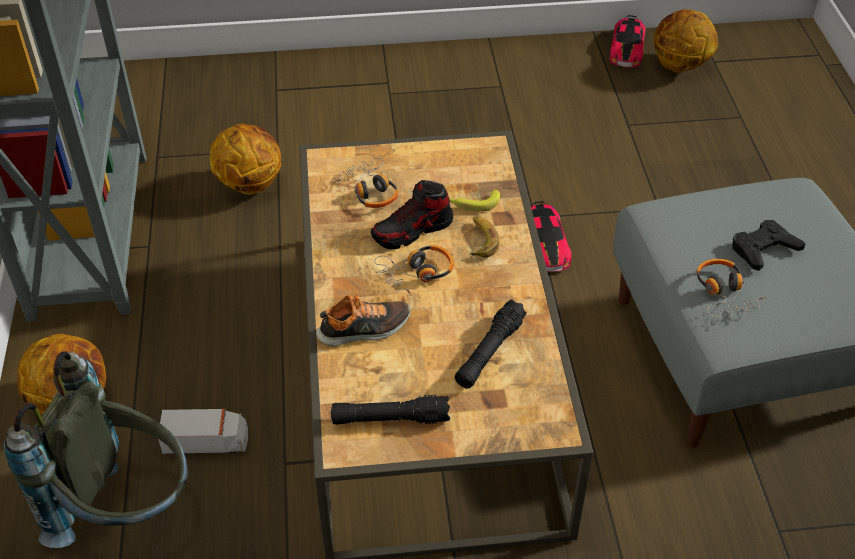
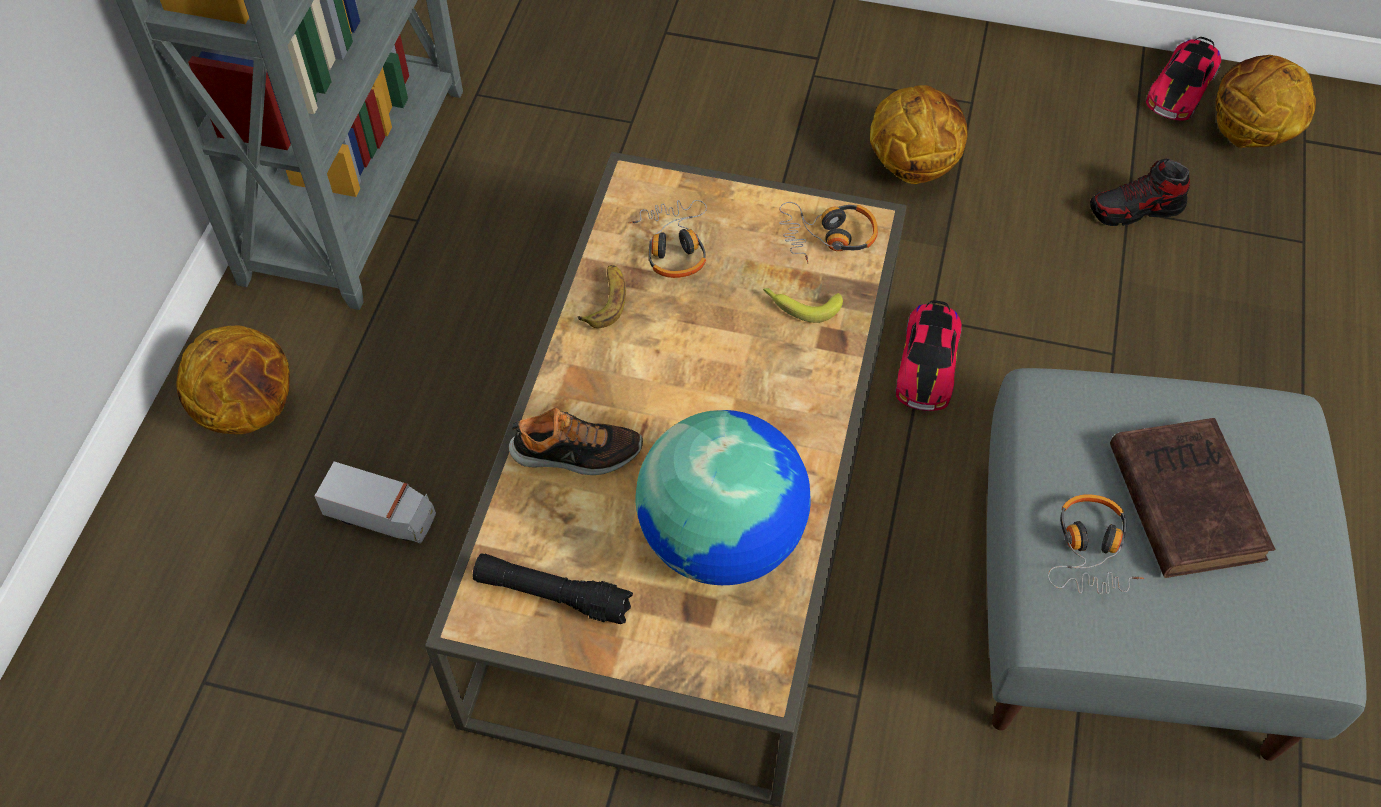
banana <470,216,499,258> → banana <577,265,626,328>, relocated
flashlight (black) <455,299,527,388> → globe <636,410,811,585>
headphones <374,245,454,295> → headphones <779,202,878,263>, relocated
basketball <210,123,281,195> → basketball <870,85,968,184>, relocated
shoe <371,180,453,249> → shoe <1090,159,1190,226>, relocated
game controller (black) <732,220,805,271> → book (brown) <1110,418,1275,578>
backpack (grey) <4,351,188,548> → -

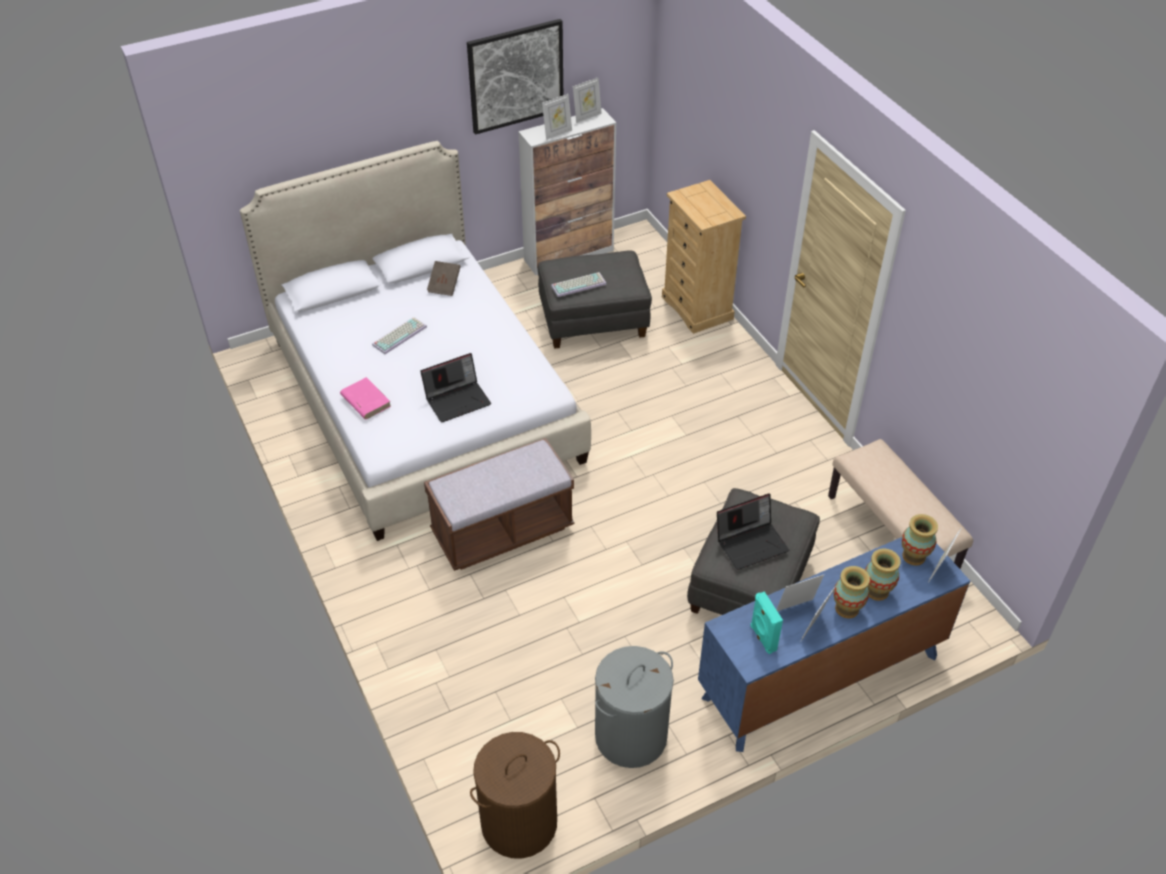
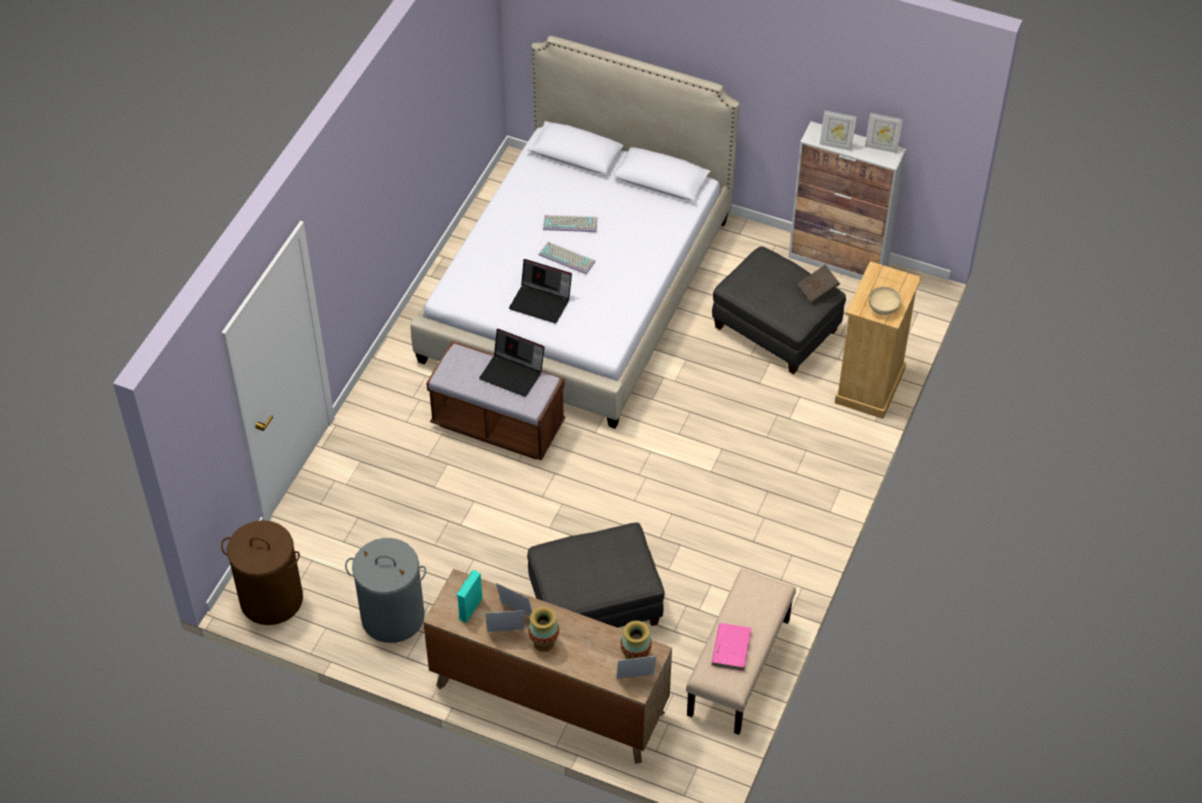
dresser (blue) <698,537,970,752> → dresser (brown) <423,569,672,764>
laptop <717,493,789,570> → laptop <479,329,544,397>, relocated
keyboard <551,272,607,297> → keyboard <539,242,595,274>, relocated
book (pink) <340,377,391,419> → book (pink) <711,623,752,672>, relocated
book (brown) <427,261,461,296> → book (brown) <798,265,840,304>, relocated
- → bowl (beige) <869,287,901,315>
picture <467,19,563,135> → -
vase <865,548,901,601> → -

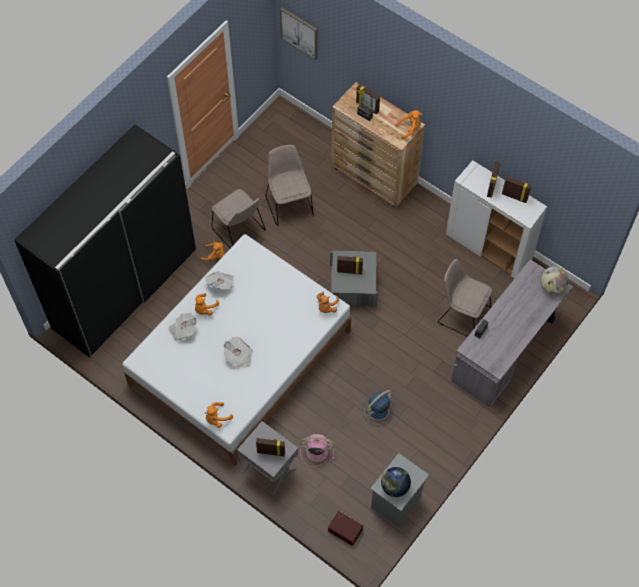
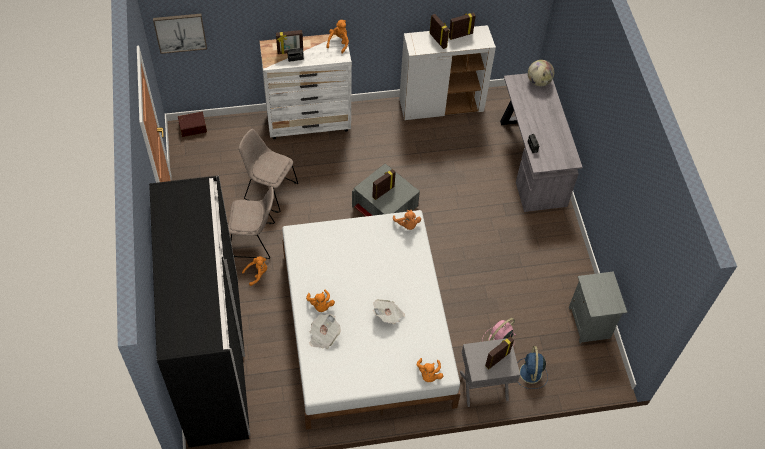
storage box (brown) <328,510,363,546> → storage box (brown) <178,111,207,137>, relocated
dresser (brown) <331,82,425,207> → dresser (white) <260,34,352,139>
fan (blue) <362,390,395,427> → fan (blue) <517,346,548,389>, relocated
newspaper <205,271,234,290> → -
globe <381,467,411,497> → -
chair (beige) <438,259,492,337> → -

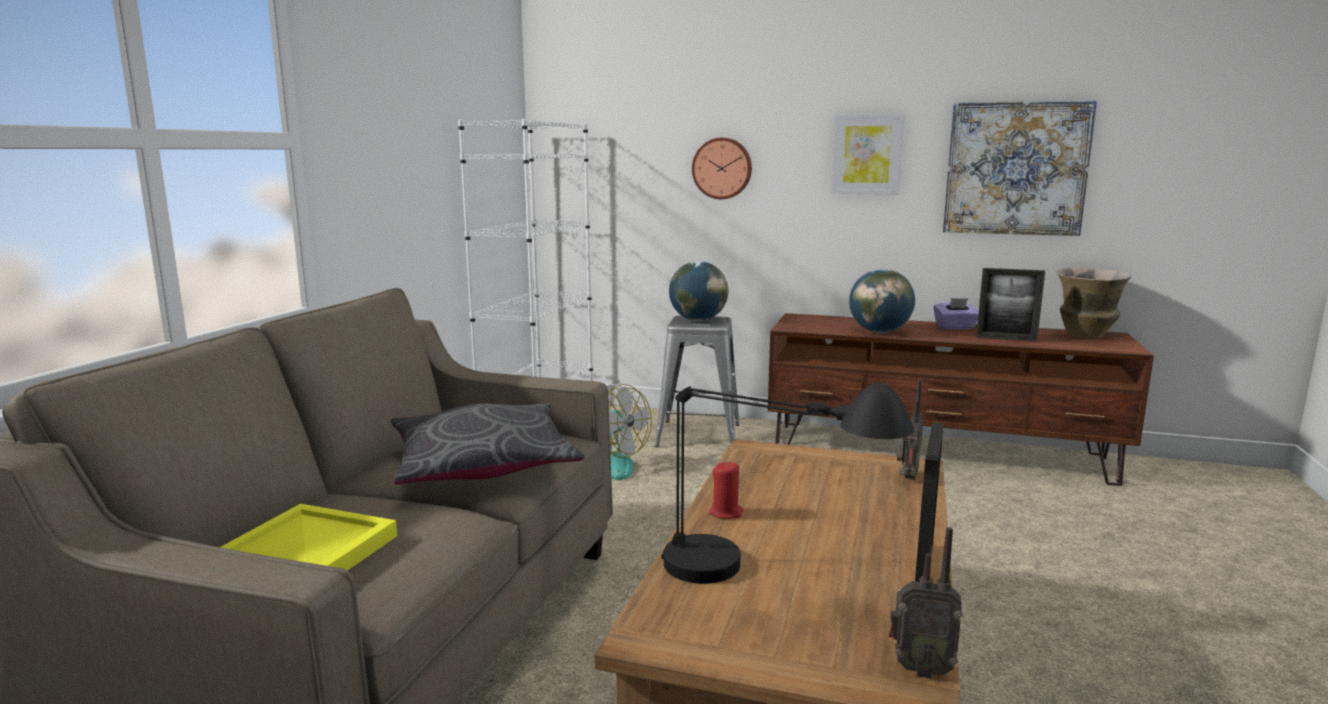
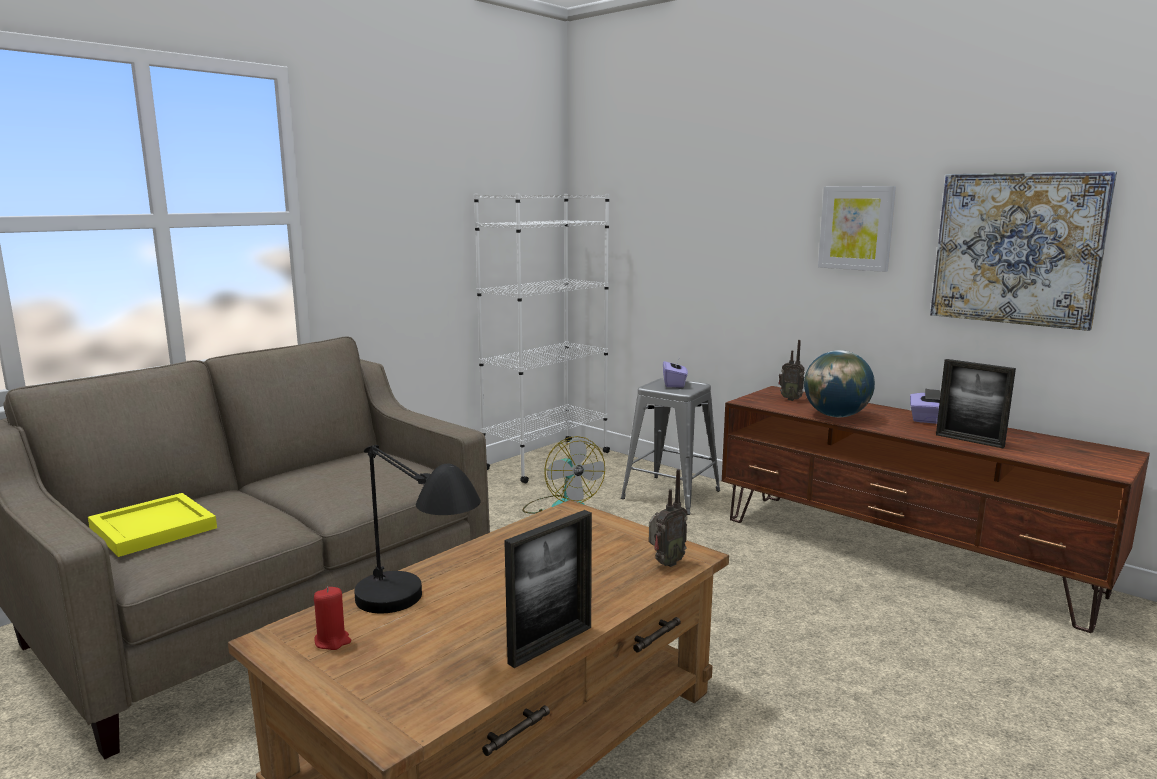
candle (red) <709,461,743,519> → candle (red) <314,587,351,650>, relocated
globe <669,261,728,321> → tissue box (purple) <663,357,688,387>
radio <889,527,963,679> → radio <778,340,805,401>, relocated
pillow (grey) <391,403,585,484> → -
wall clock <692,138,752,199> → -
vase <1057,267,1132,339> → -

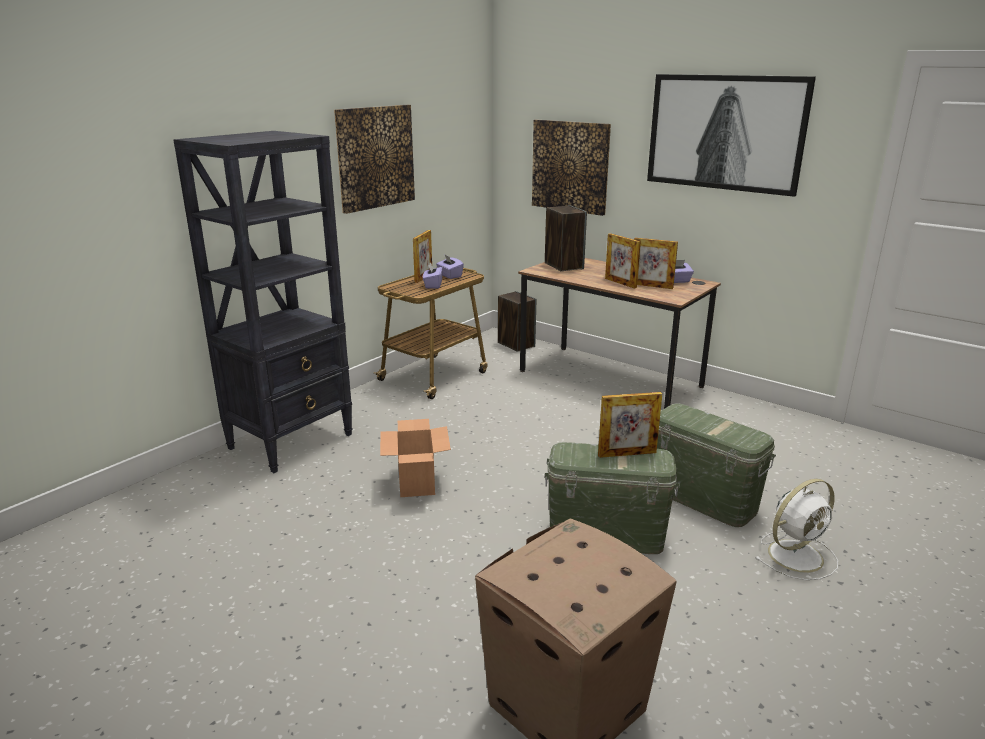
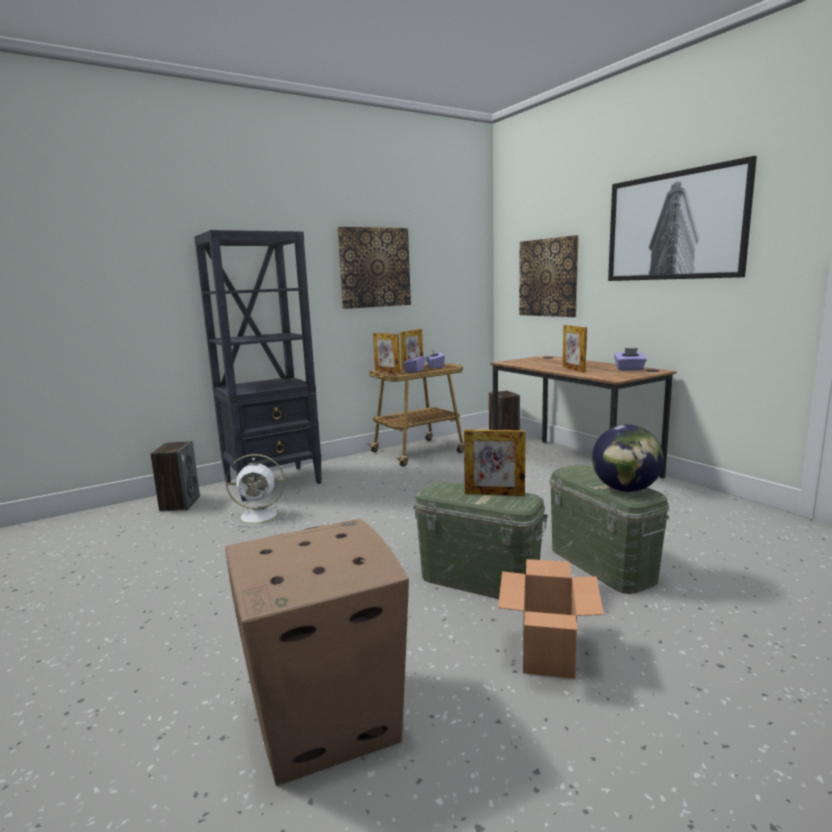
speaker <545,205,587,272> → speaker <151,441,200,512>, relocated
fan (white) <755,479,838,580> → fan (white) <226,454,289,527>, relocated
picture frame <634,238,678,289> → picture frame <373,333,400,373>, relocated
cardboard box <380,419,451,497> → cardboard box <498,559,604,679>, relocated
- → globe <592,425,664,492>

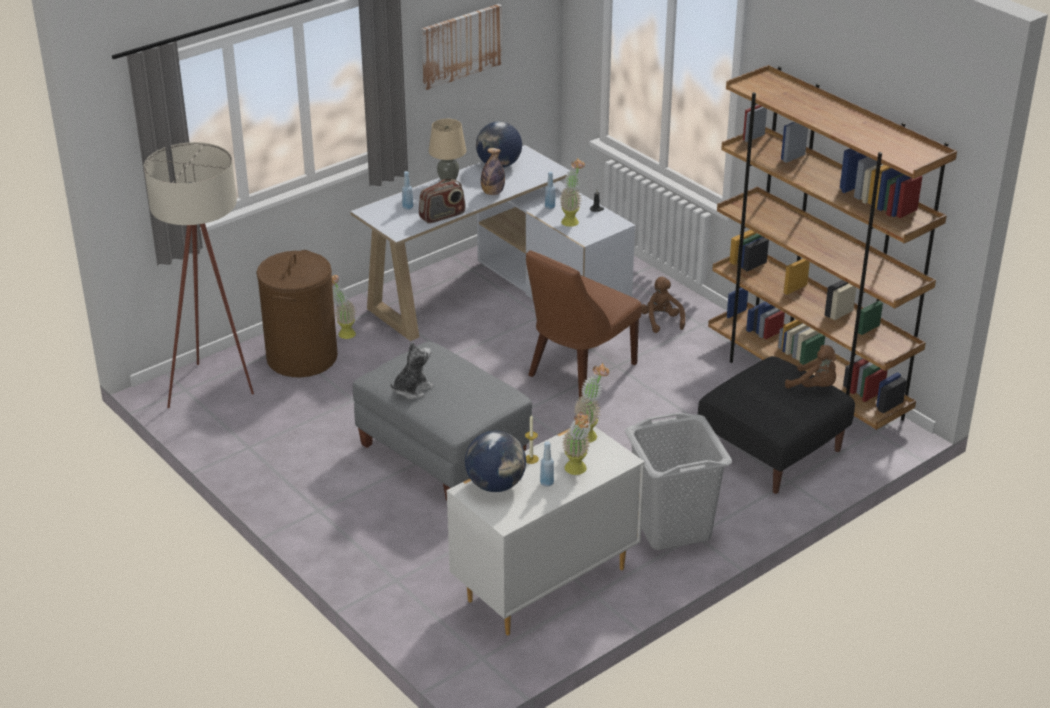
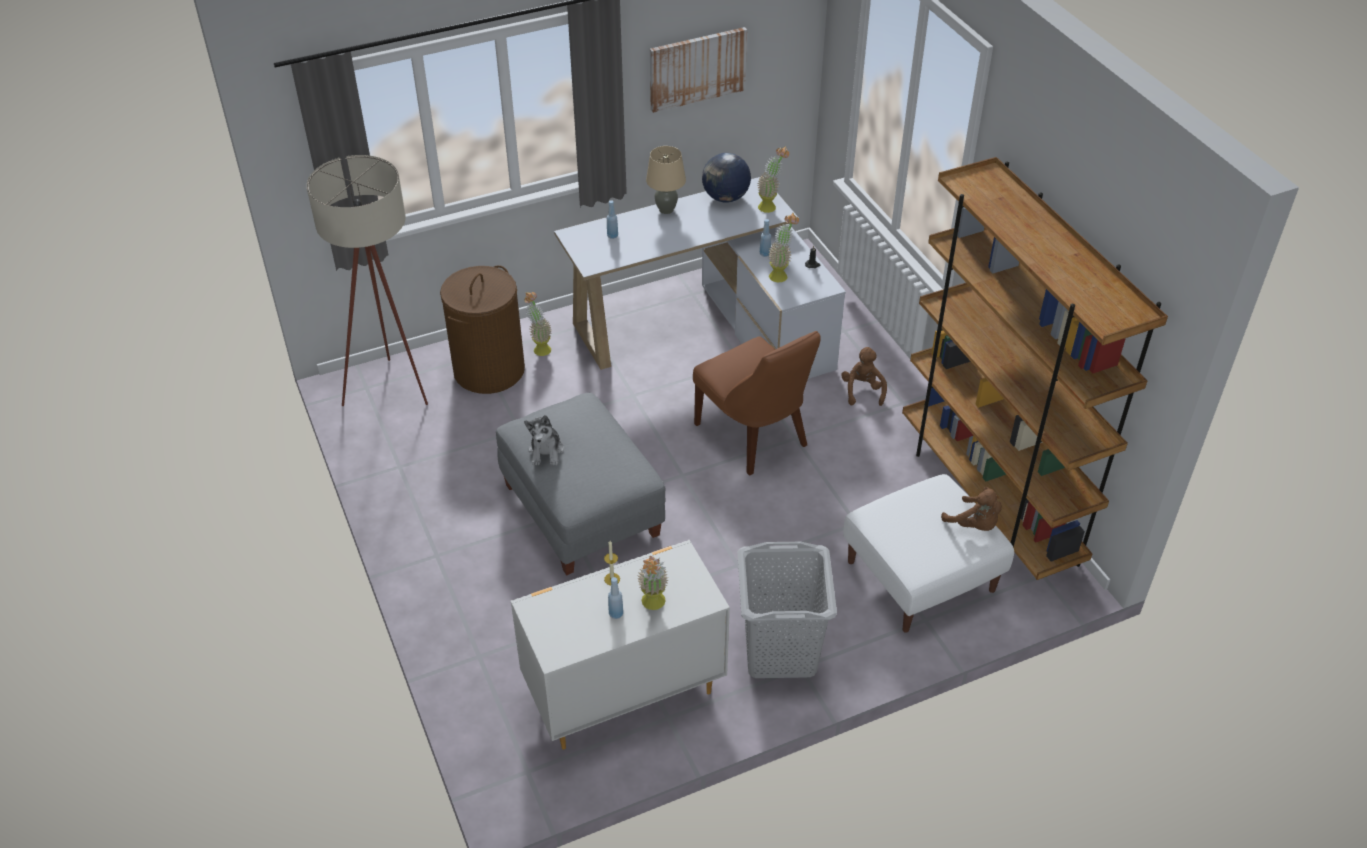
plush toy <390,342,434,399> → plush toy <524,415,564,465>, 120 degrees clockwise
chair (brown) <526,250,642,399> → chair (brown) <693,331,821,476>, 90 degrees counterclockwise
potted plant <574,363,609,443> → potted plant <757,146,789,213>, relocated
ottoman (black) <698,356,855,494> → ottoman (white) <843,474,1014,633>
radio <419,179,466,224> → -
globe <465,431,526,492> → -
bottle <481,148,505,195> → -

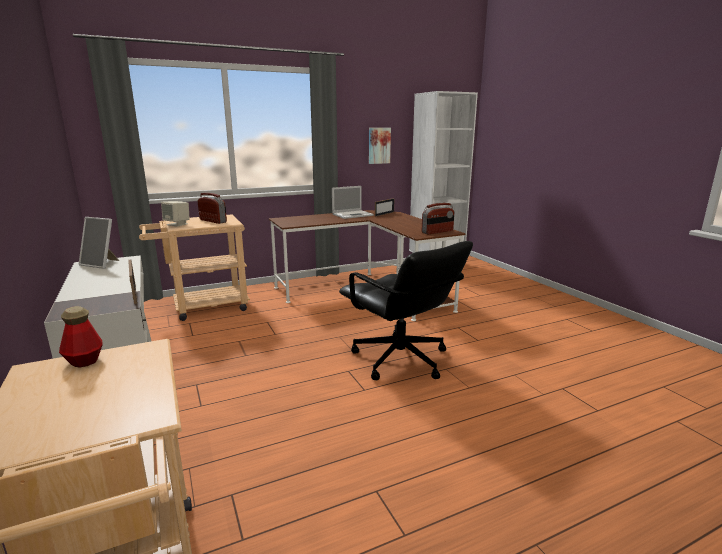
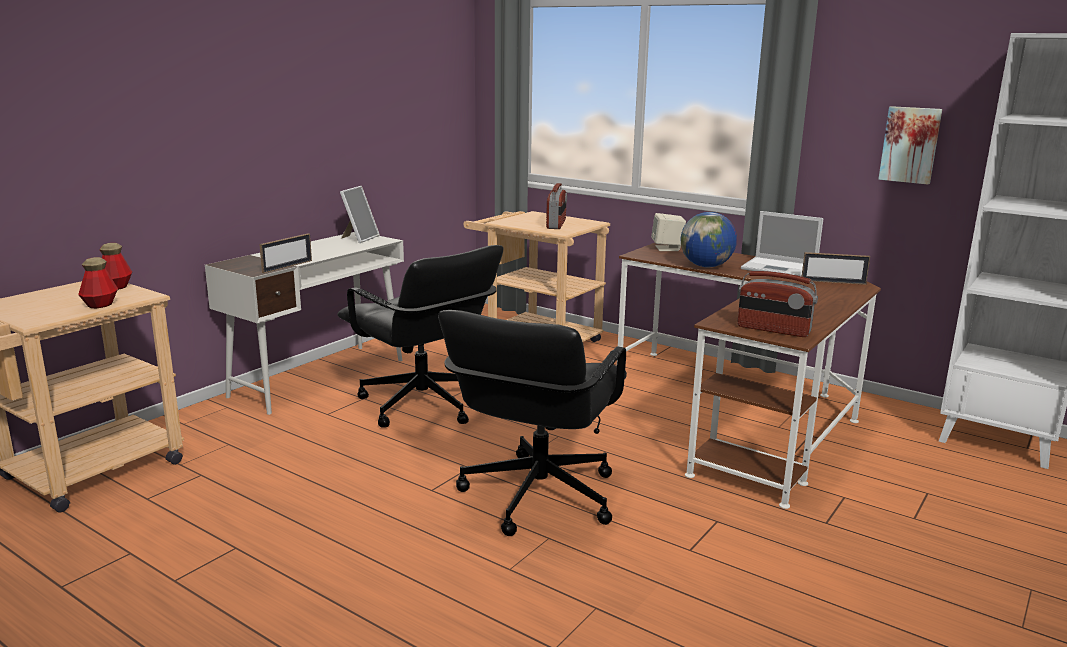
- → bottle <78,257,118,308>
- → office chair (black) <337,245,503,428>
picture frame <79,217,119,269> → picture frame <340,186,380,243>, 150 degrees counterclockwise
speaker (beige) <161,201,190,227> → speaker (beige) <651,213,686,251>, relocated
- → globe <681,212,737,267>

